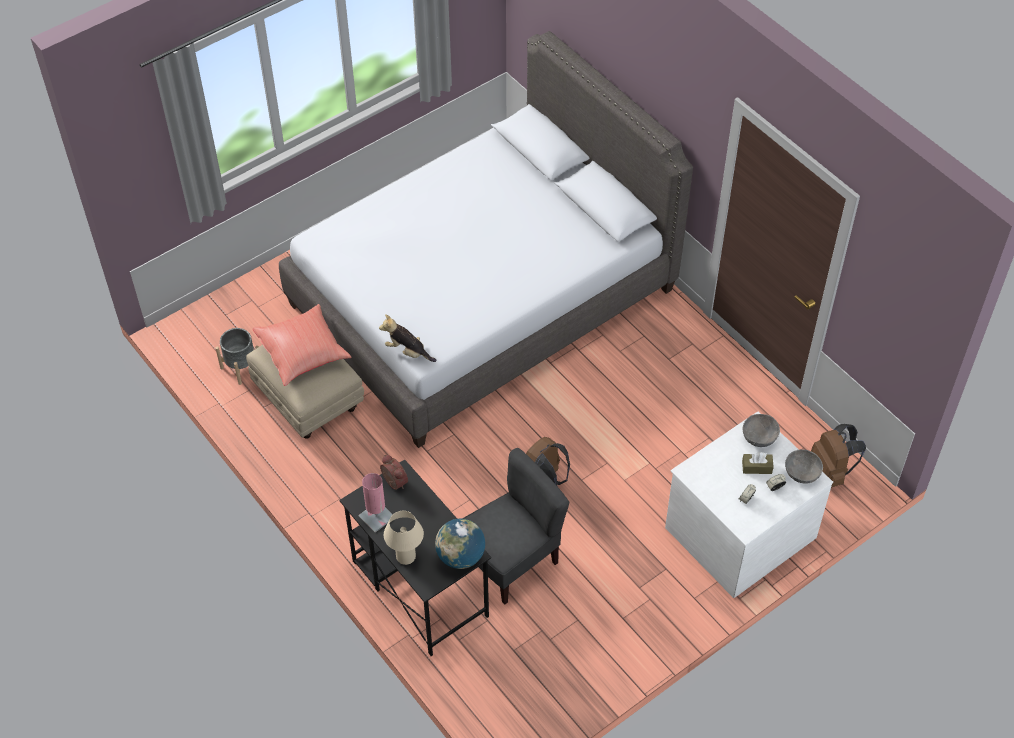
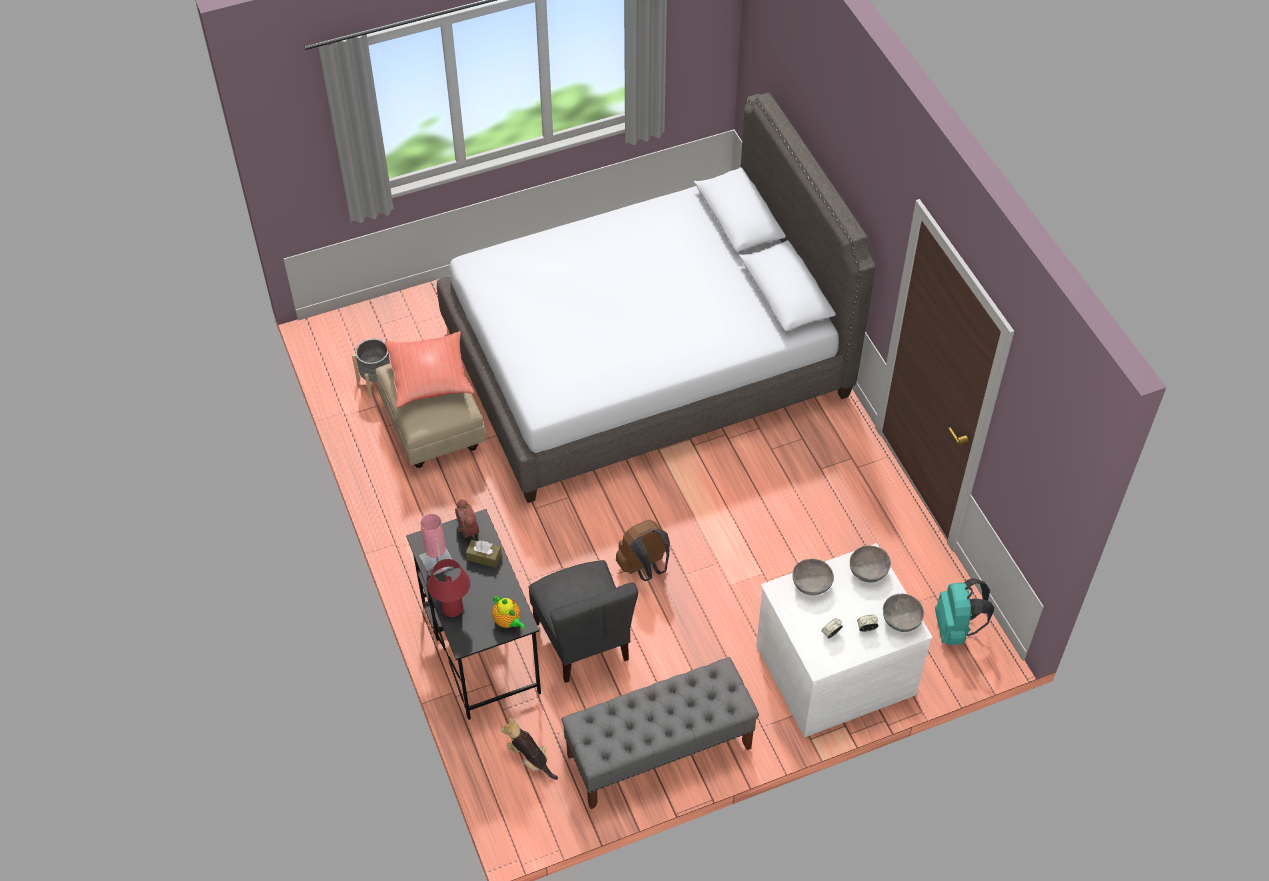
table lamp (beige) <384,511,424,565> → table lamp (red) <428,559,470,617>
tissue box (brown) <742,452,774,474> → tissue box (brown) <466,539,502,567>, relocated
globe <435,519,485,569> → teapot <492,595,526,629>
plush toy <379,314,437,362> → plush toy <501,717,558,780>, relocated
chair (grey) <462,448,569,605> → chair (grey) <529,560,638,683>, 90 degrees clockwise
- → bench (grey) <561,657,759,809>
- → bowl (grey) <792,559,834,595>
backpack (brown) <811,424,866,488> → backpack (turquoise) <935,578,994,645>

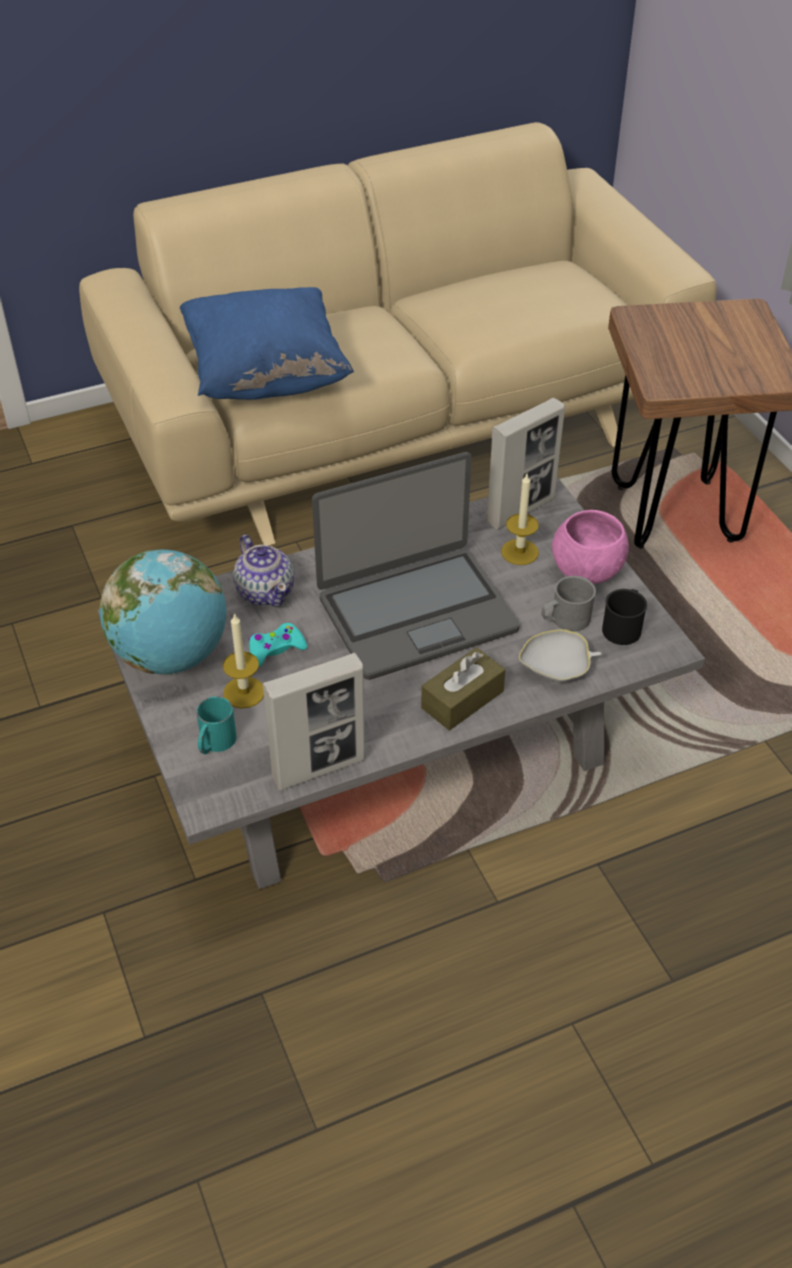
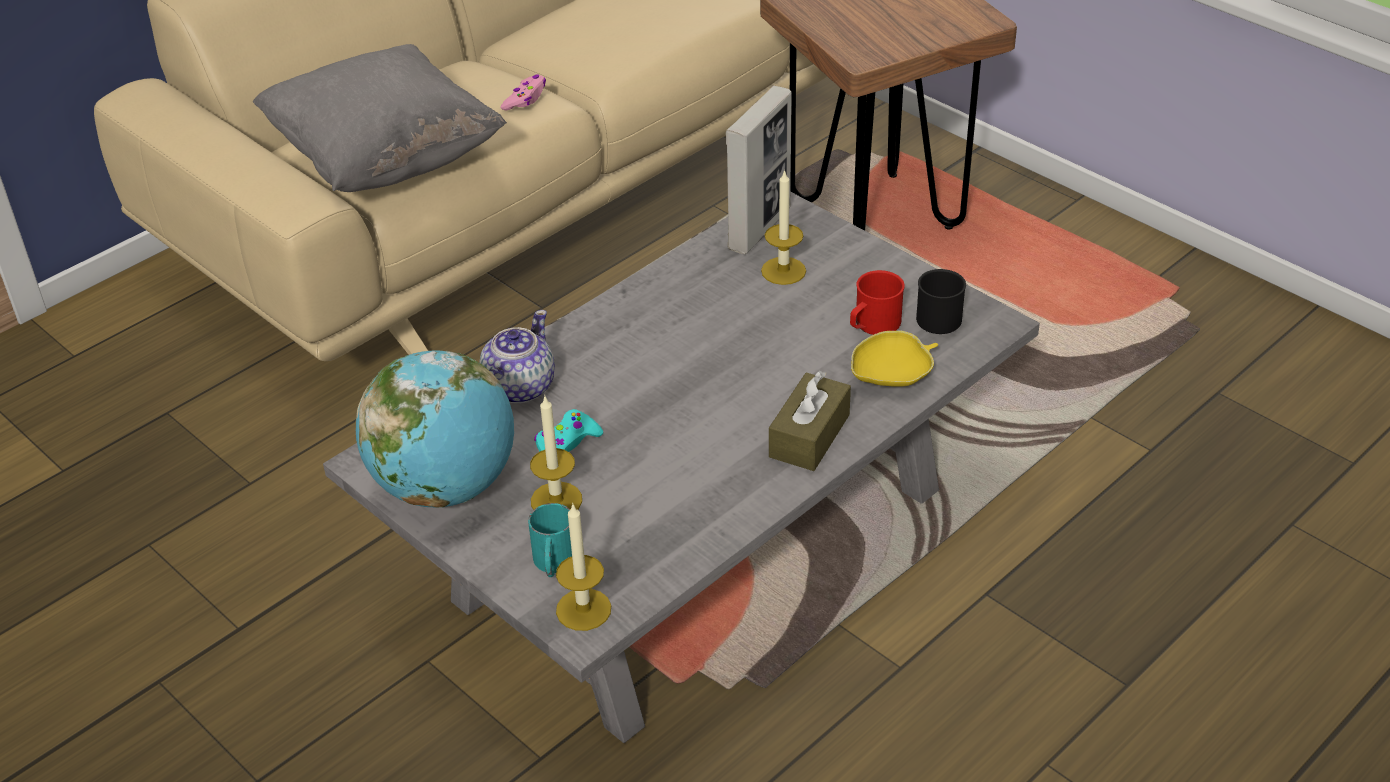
pillow (blue) <180,287,354,400> → pillow (grey) <253,44,507,192>
teapot <233,534,294,607> → teapot <479,310,555,403>, 105 degrees counterclockwise
- → game controller (pink) <501,75,546,110>
- → candle <556,503,611,631>
mug (grey) <541,576,596,631> → mug (red) <850,270,905,335>
bowl (white) <519,629,601,682> → bowl (yellow) <851,330,938,387>
picture frame <262,653,365,790> → -
laptop <312,452,520,680> → -
bowl (pink) <552,510,629,584> → -

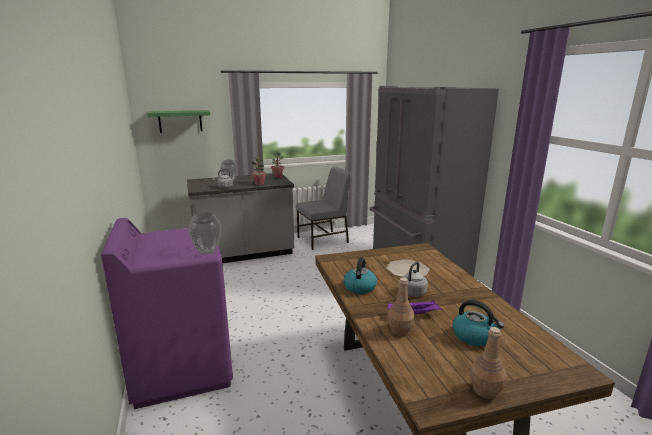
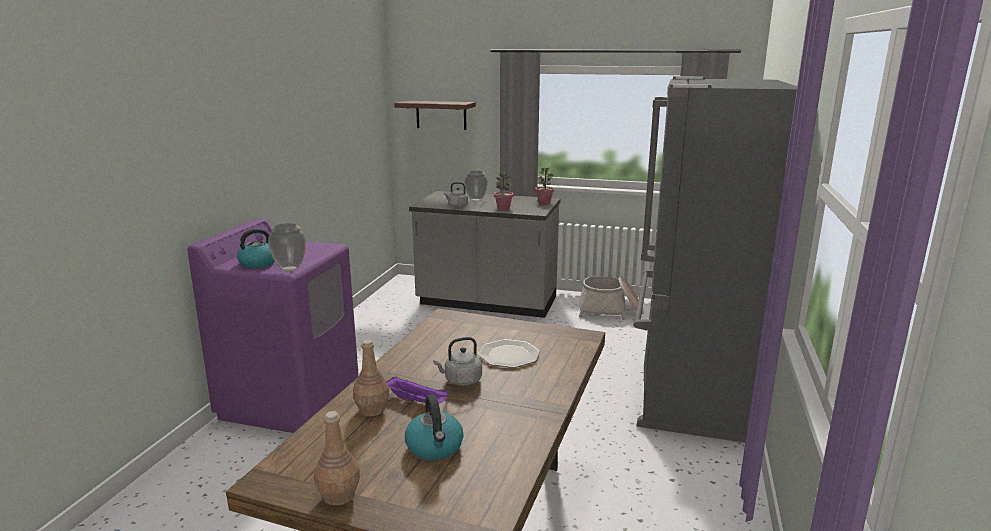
kettle <344,257,377,294> → kettle <237,228,275,268>, relocated
shelf (green) <147,110,210,133> → shelf (brown) <394,101,476,130>
chair (grey) <296,167,351,250> → basket <579,276,644,320>

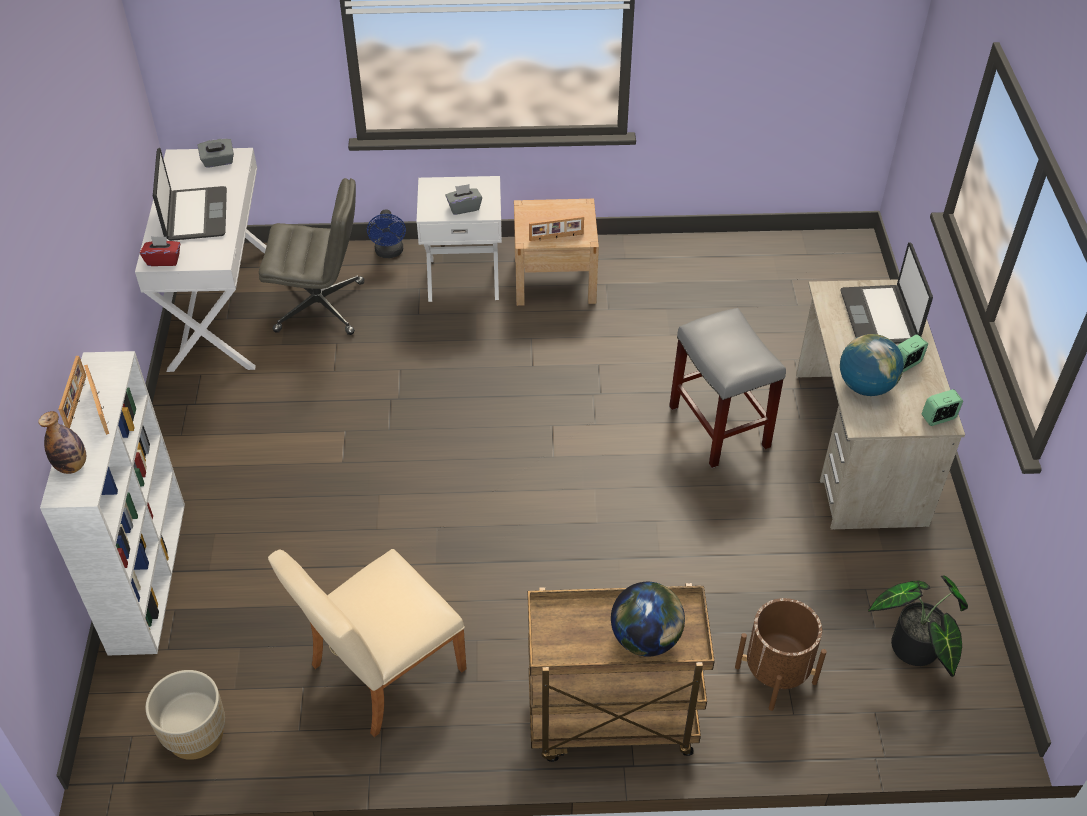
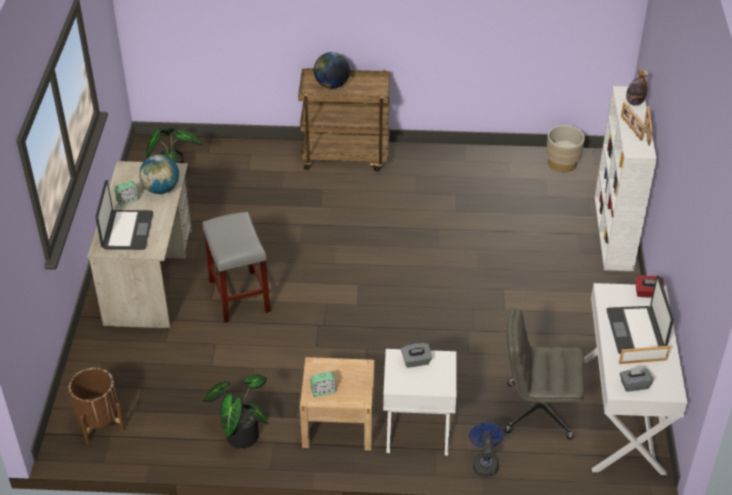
planter (brown) <735,598,827,711> → planter (brown) <69,368,125,444>, relocated
- → potted plant <203,374,269,448>
alarm clock <922,389,963,426> → alarm clock <310,371,336,397>, relocated
picture frame <529,216,584,241> → picture frame <619,346,670,364>, relocated
chair (beige) <268,549,466,737> → -

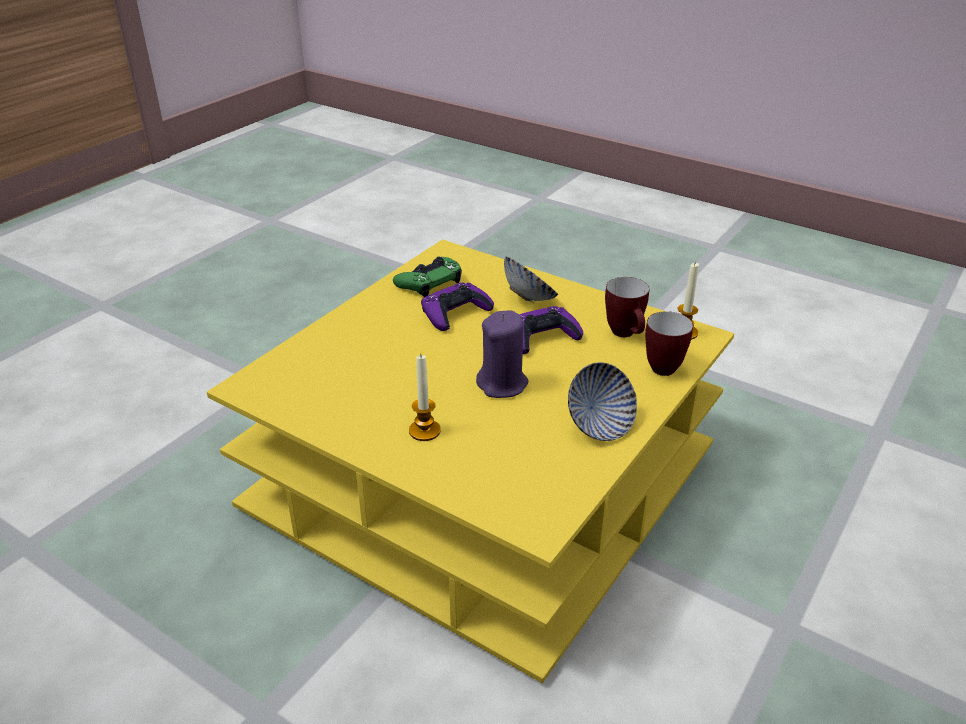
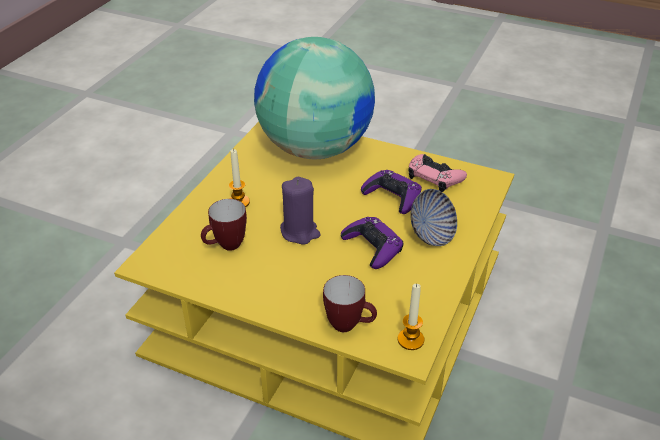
mug <605,277,649,337> → mug <201,199,247,251>, relocated
- → globe <254,37,375,159>
game controller (green) <393,257,462,297> → game controller (pink) <408,154,467,192>
bowl <568,362,637,441> → -

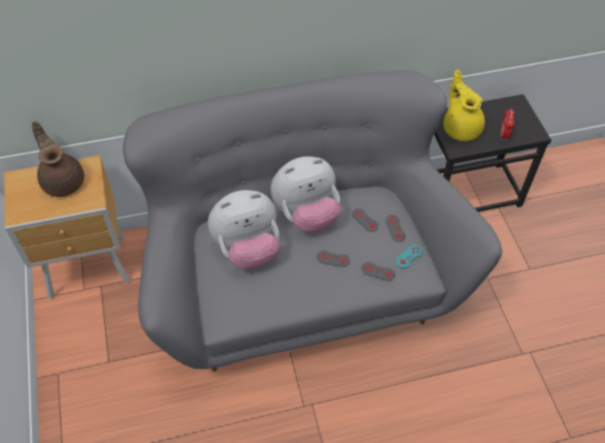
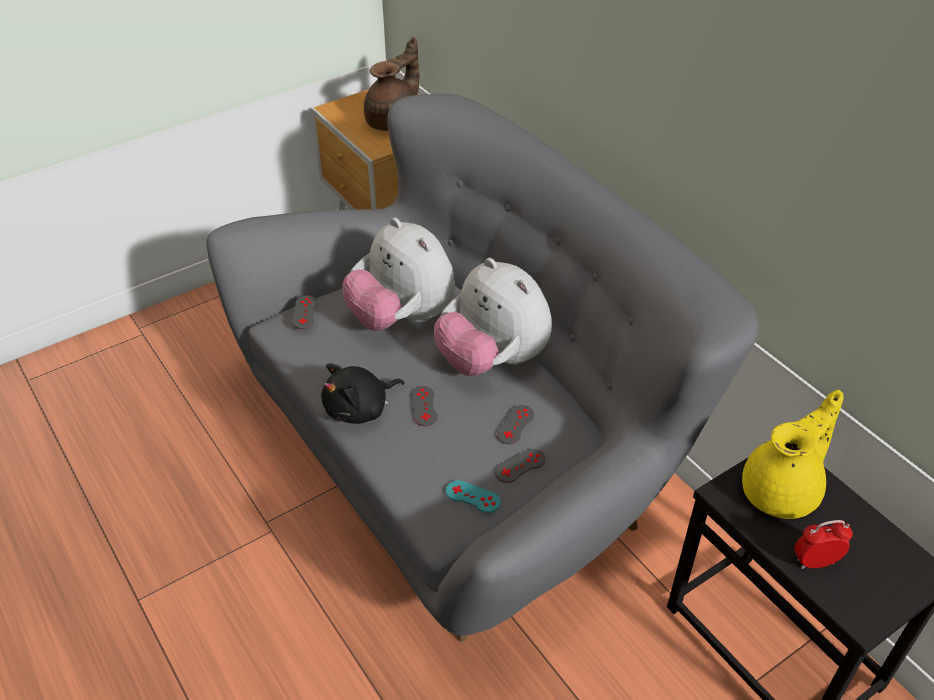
game controller (grey) <362,262,395,281> → game controller (grey) <292,295,317,329>, relocated
- → plush toy (black) <321,364,404,424>

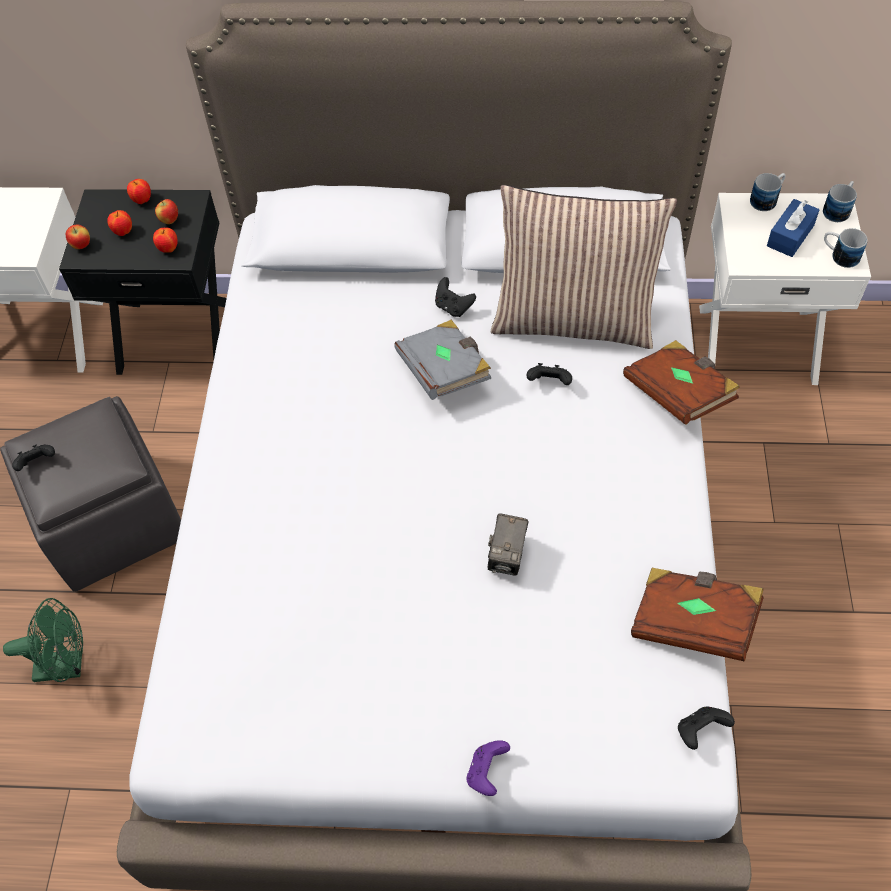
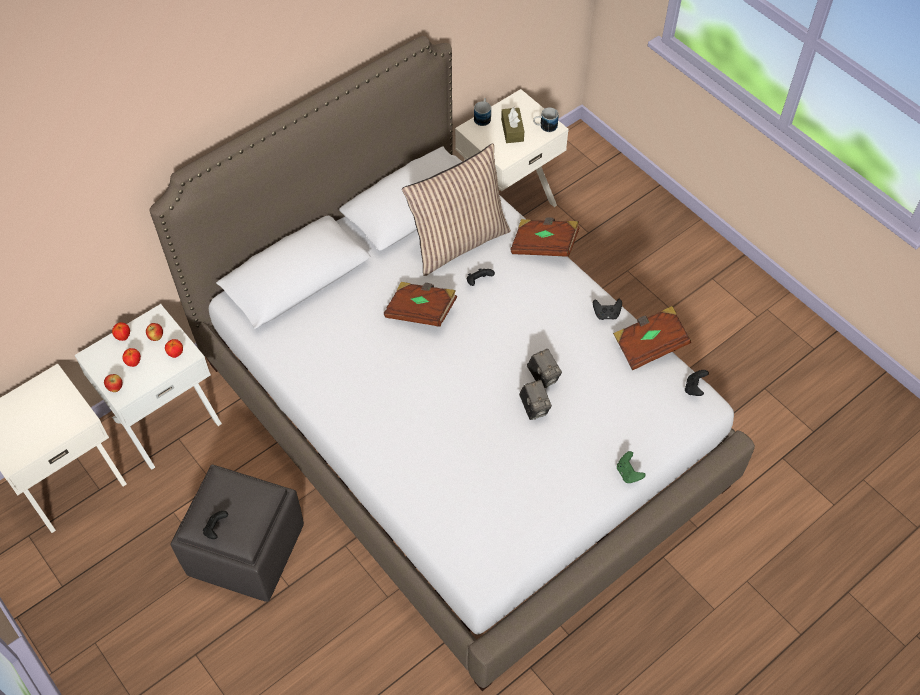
nightstand (black) <59,189,226,375> → nightstand (white) <75,304,222,470>
book (grey) <394,320,491,400> → book (brown) <384,282,457,327>
tissue box (blue) <767,199,819,257> → tissue box (brown) <501,107,524,143>
- → photo camera <519,380,552,420>
game controller (black) <435,277,476,317> → game controller (black) <593,299,622,320>, relocated
game controller (purple) <467,740,510,796> → game controller (green) <617,451,646,483>
fan (green) <3,598,83,682> → -
mug <823,181,857,222> → -

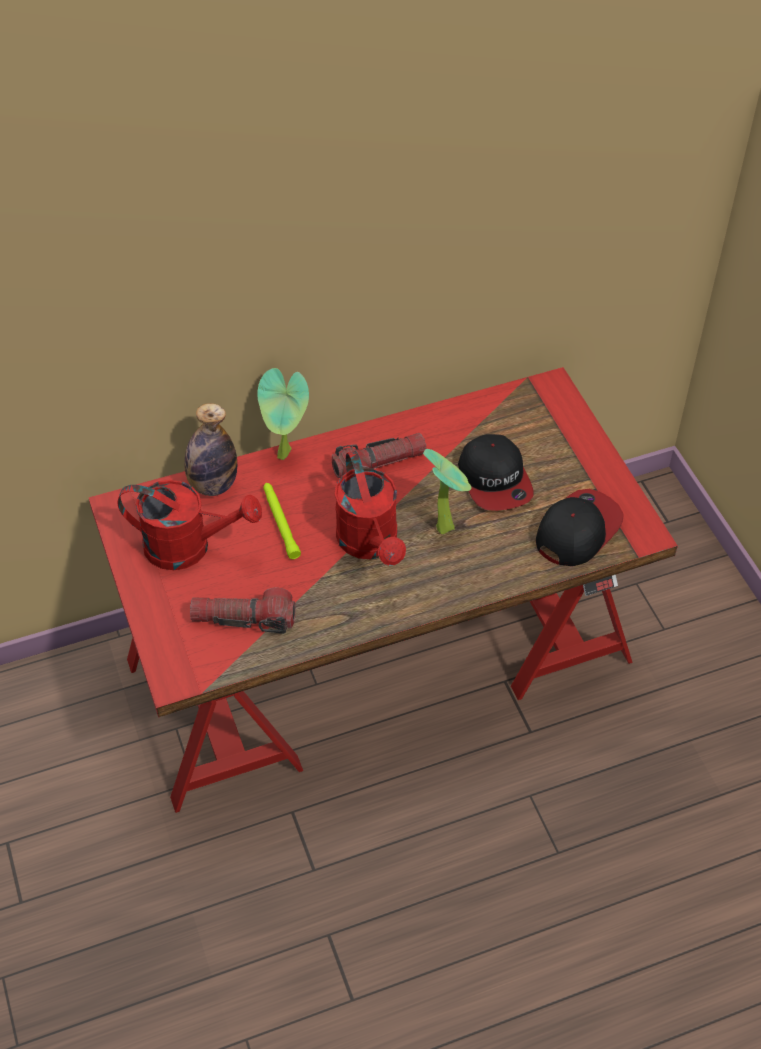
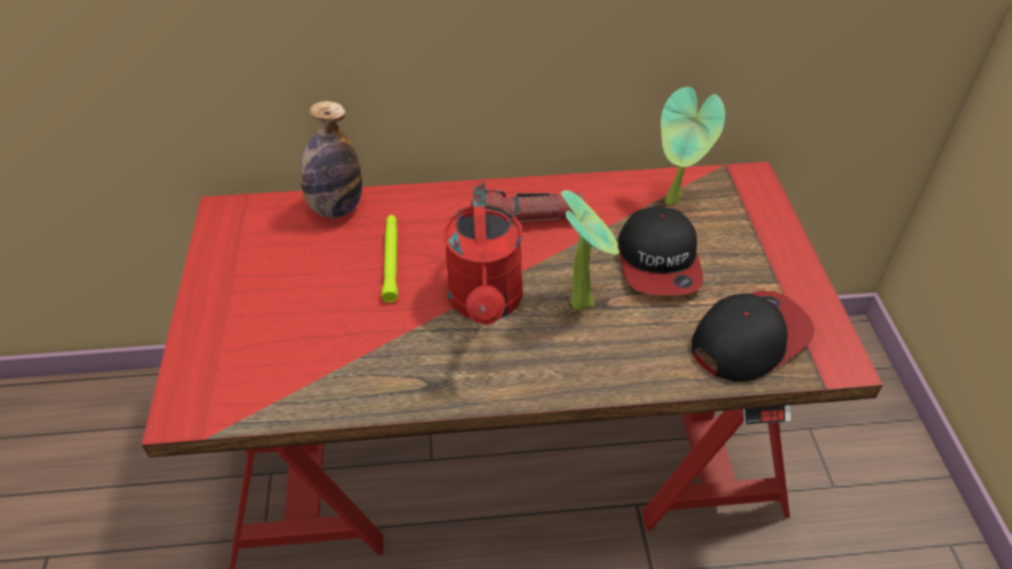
potted plant <257,368,309,460> → potted plant <661,87,725,205>, relocated
watering can (red) <118,480,262,570> → -
flashlight <190,588,295,634> → -

